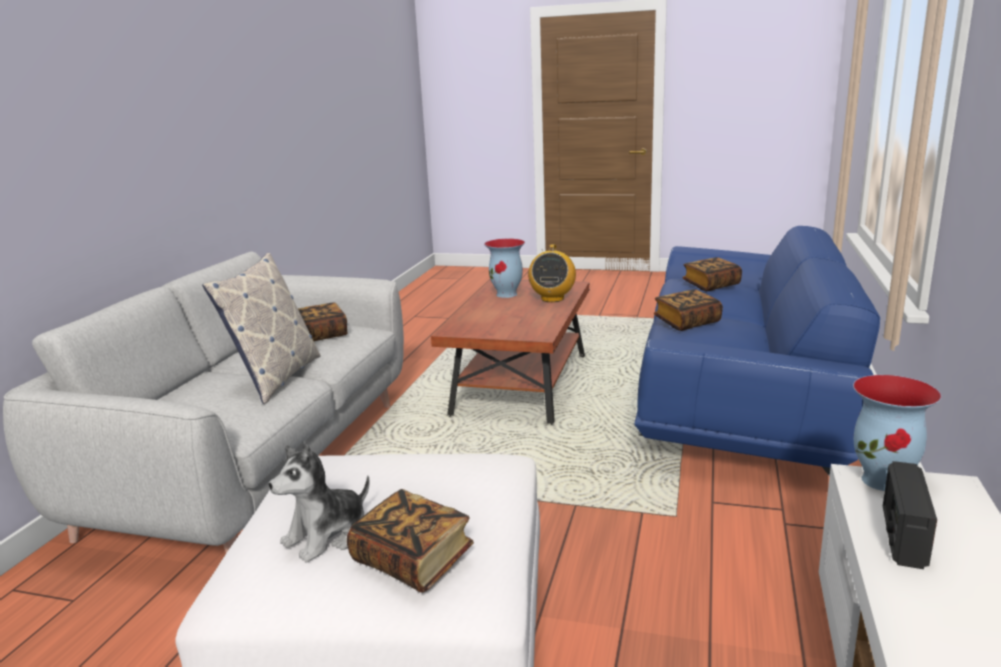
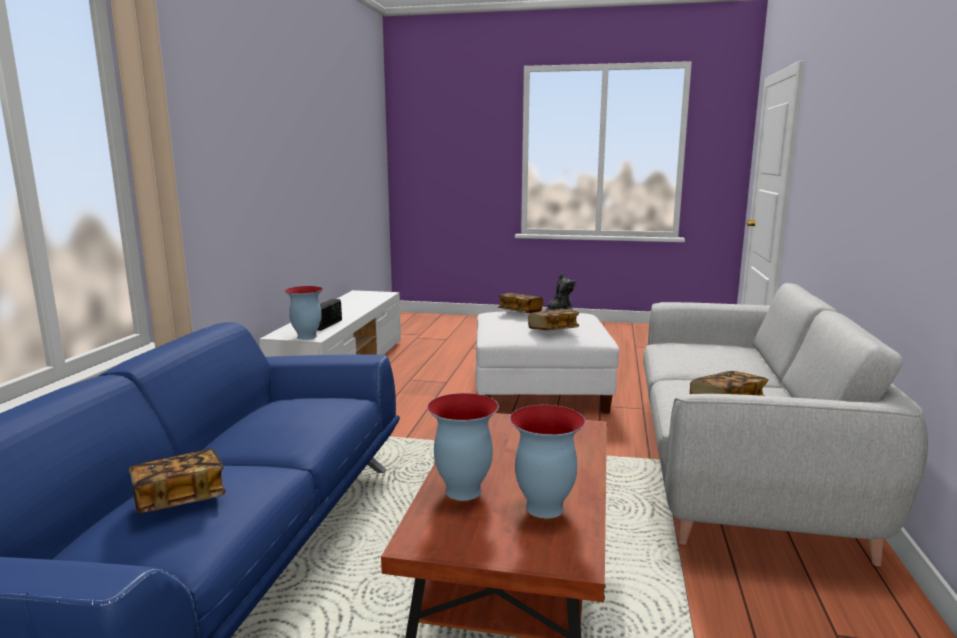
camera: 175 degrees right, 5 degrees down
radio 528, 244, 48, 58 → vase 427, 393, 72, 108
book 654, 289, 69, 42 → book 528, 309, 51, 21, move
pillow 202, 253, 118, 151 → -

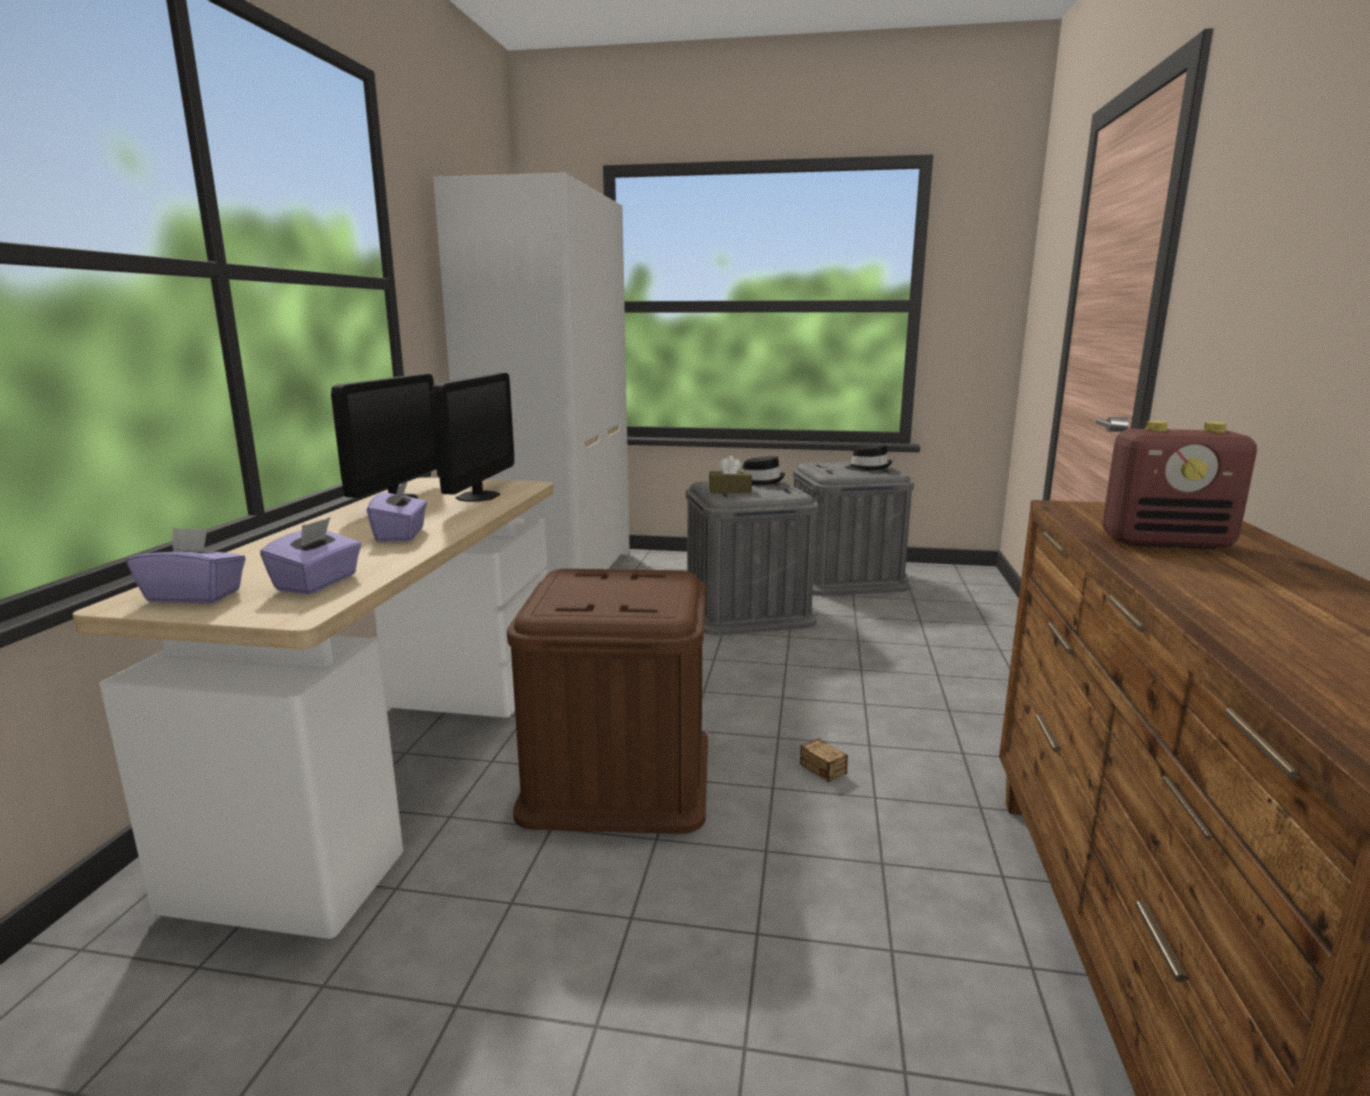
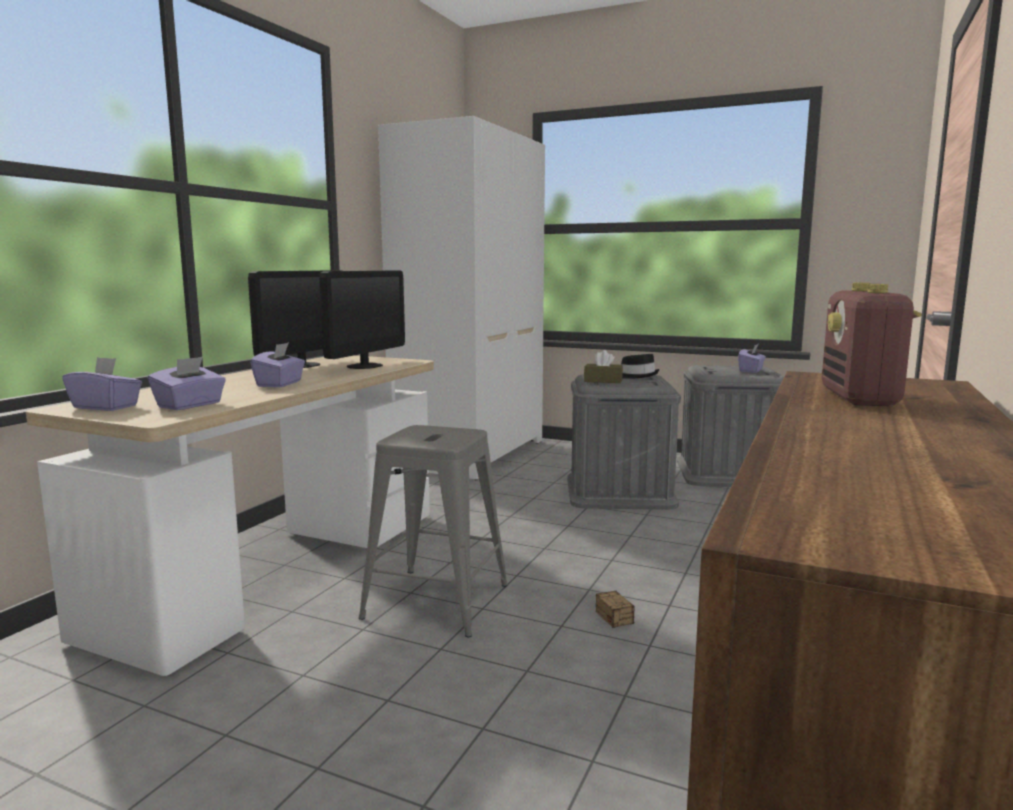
camera: 15 degrees right, 5 degrees down
brown storage box 507, 569, 201, 265 → grey stool 358, 425, 150, 212
black hat 845, 444, 48, 27 → purple tissue box 738, 344, 28, 29
radio 1102, 421, 155, 128 → radio 822, 283, 100, 123, 75 degrees clockwise

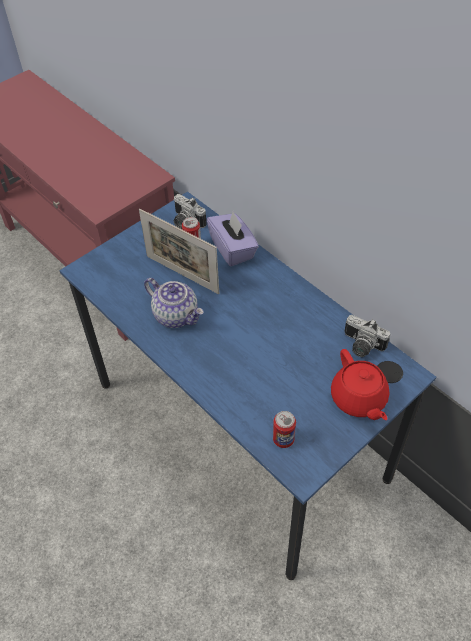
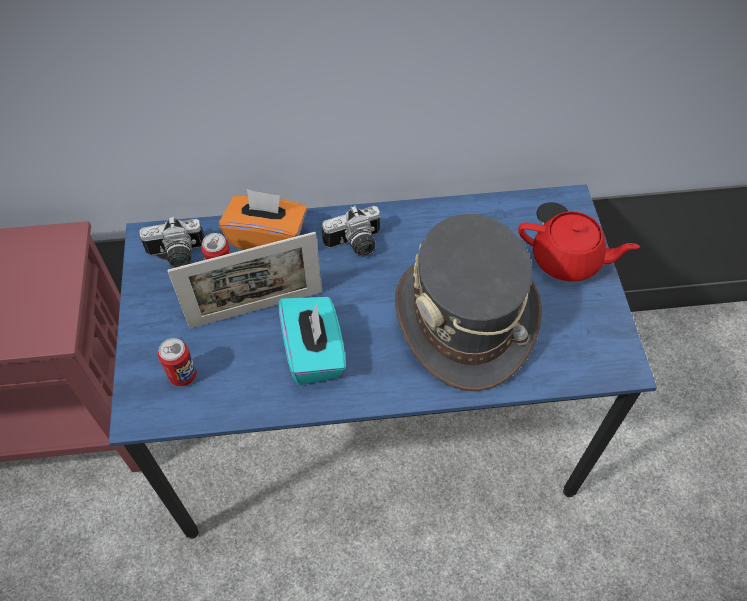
camera: 55 degrees left, 5 degrees up
can 273, 411, 23, 37 → can 158, 338, 39, 49, move
purple tissue box 206, 211, 53, 55 → orange tissue box 219, 189, 88, 61
teapot 144, 278, 60, 50 → turquoise tissue box 279, 297, 67, 88
photo camera 344, 315, 46, 42 → photo camera 322, 205, 58, 52, move
- → grey hat 395, 214, 147, 177

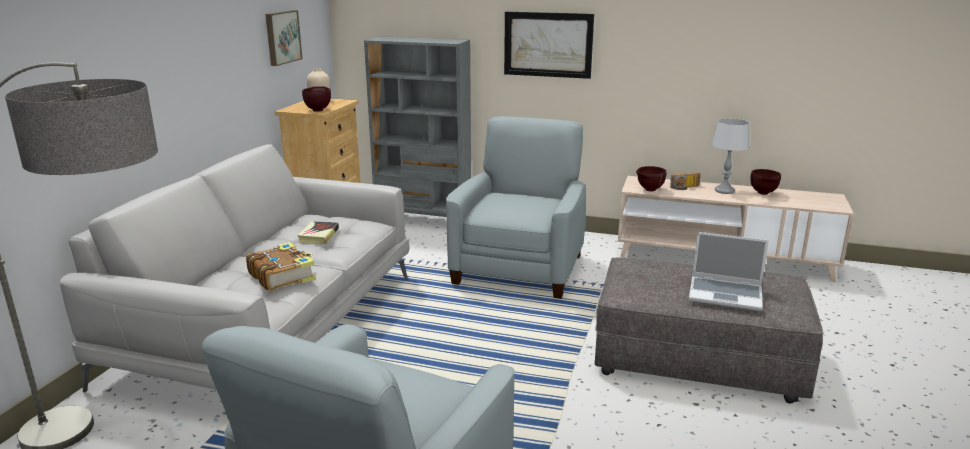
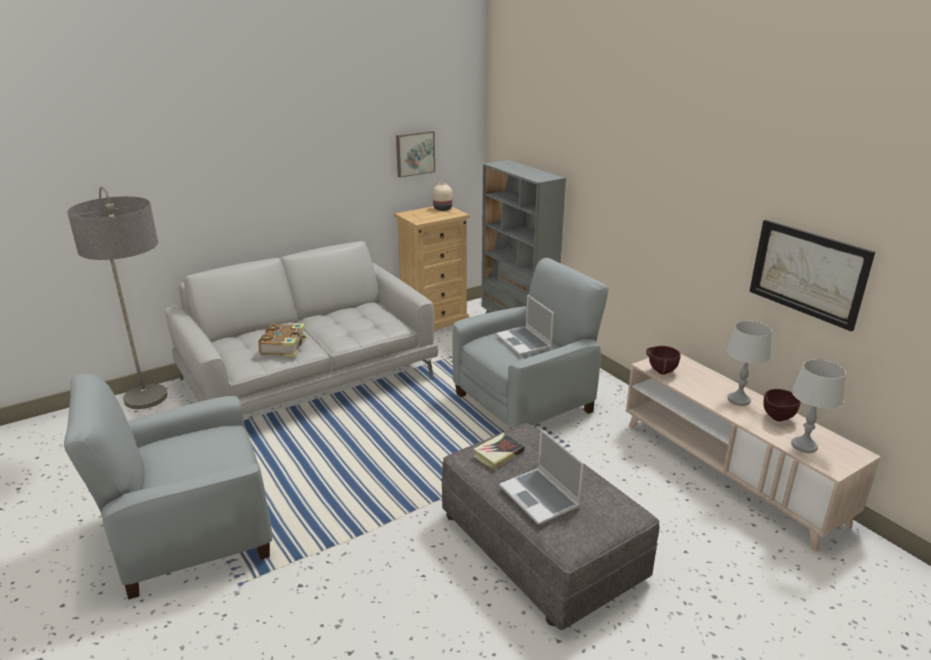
camera: 40 degrees right, 5 degrees up
book 297, 221, 42, 23 → book 473, 433, 52, 36, move
- → laptop 496, 294, 58, 62
picture 504, 12, 90, 67 → picture 749, 220, 126, 111, move
- → grey table lamp 791, 359, 55, 94
brown bowl 302, 86, 29, 26 → -
radio 670, 172, 31, 18 → -

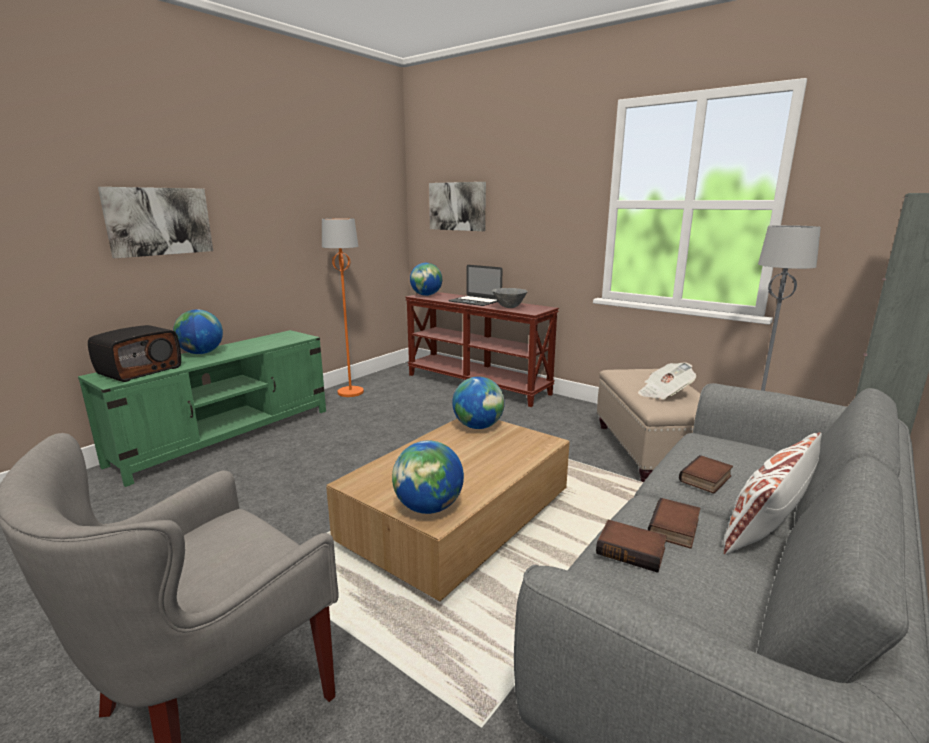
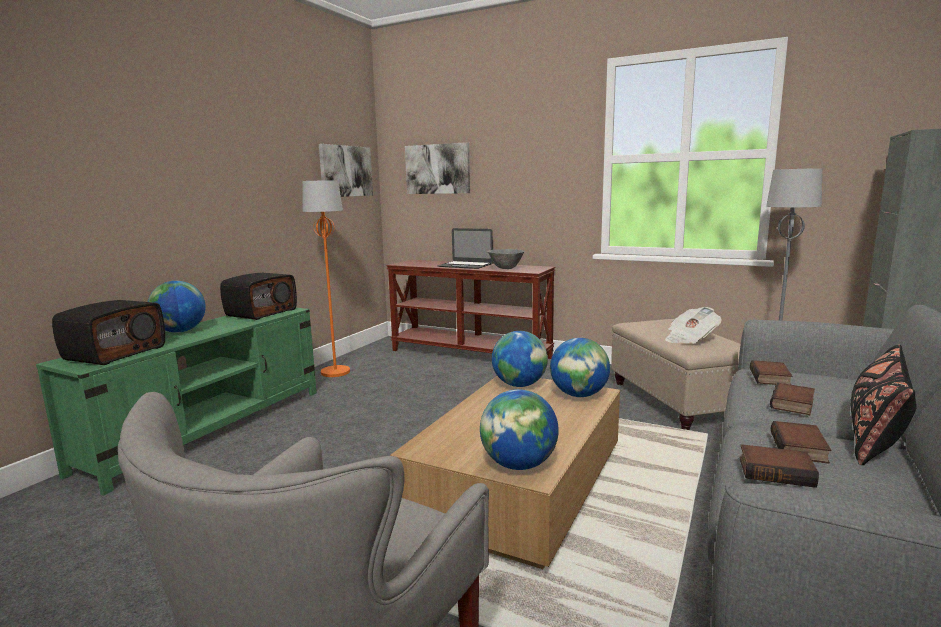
camera: 10 degrees left, 5 degrees down
- → radio 220, 273, 77, 47
picture 98, 187, 115, 71 → picture 319, 144, 54, 53, move
globe 410, 263, 32, 33 → globe 550, 338, 60, 59, move
- → book 750, 360, 42, 25
white pillow 723, 433, 99, 122 → black pillow 850, 345, 66, 120

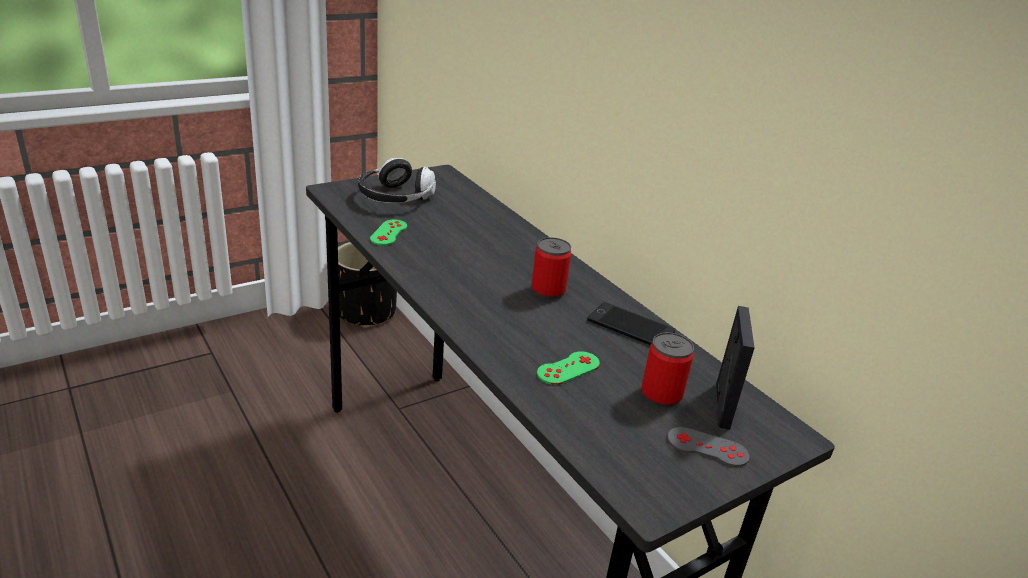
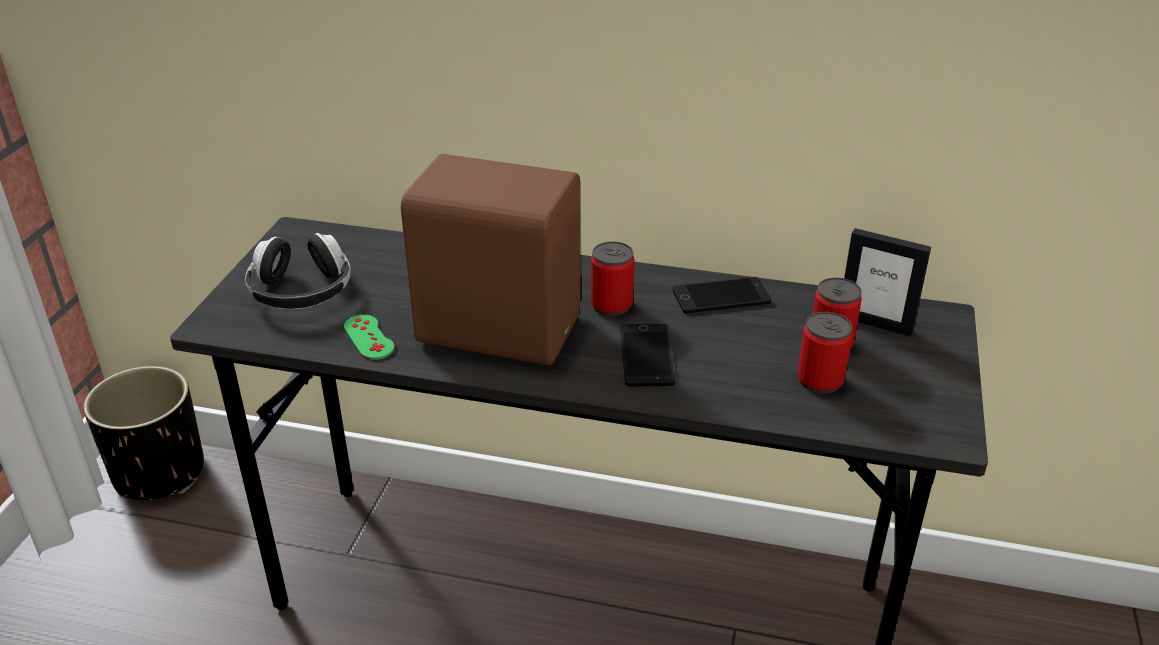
camera: 40 degrees left, 5 degrees up
- → brown speaker 401, 154, 180, 212
- → phone 620, 324, 55, 62
- → can 798, 312, 55, 82
picture frame 716, 306, 39, 124 → picture frame 844, 228, 87, 109, 150 degrees clockwise
green game controller 537, 351, 63, 34 → -
grey game controller 667, 427, 83, 40 → -

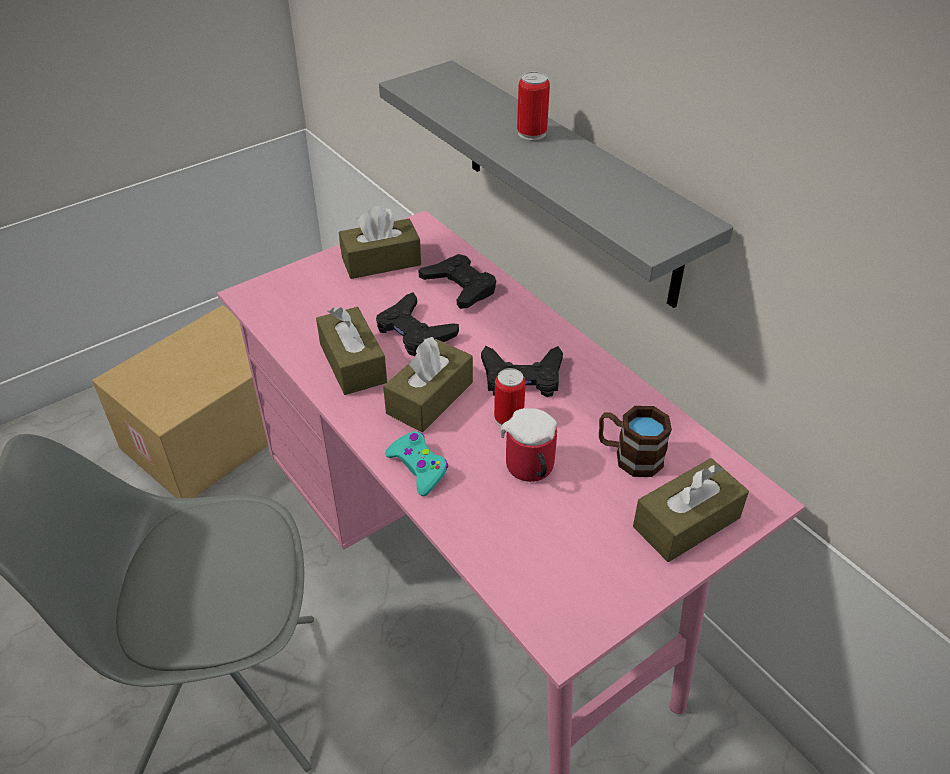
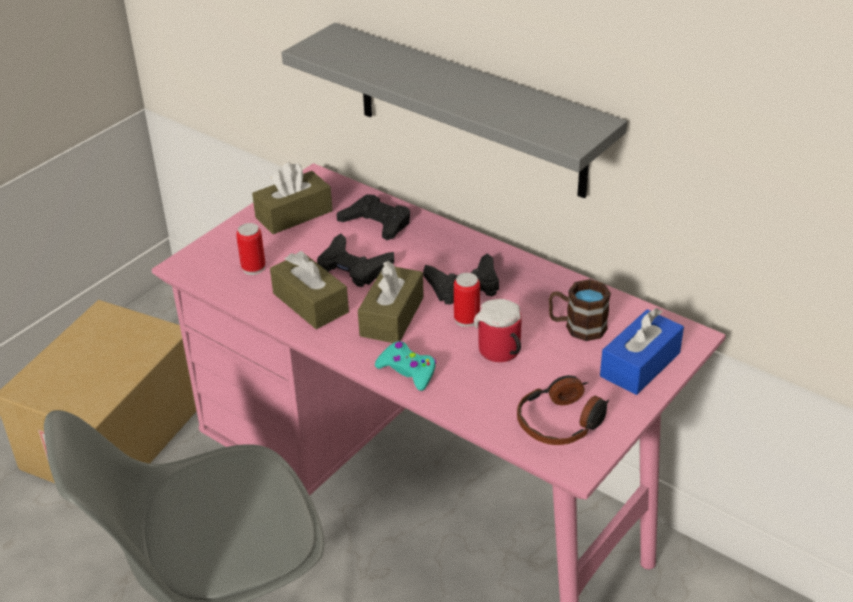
camera: 15 degrees left, 5 degrees down
can 517, 72, 33, 69 → can 236, 223, 29, 52, move
- → headphones 517, 375, 93, 70
brown tissue box 633, 458, 116, 104 → blue tissue box 600, 308, 84, 87

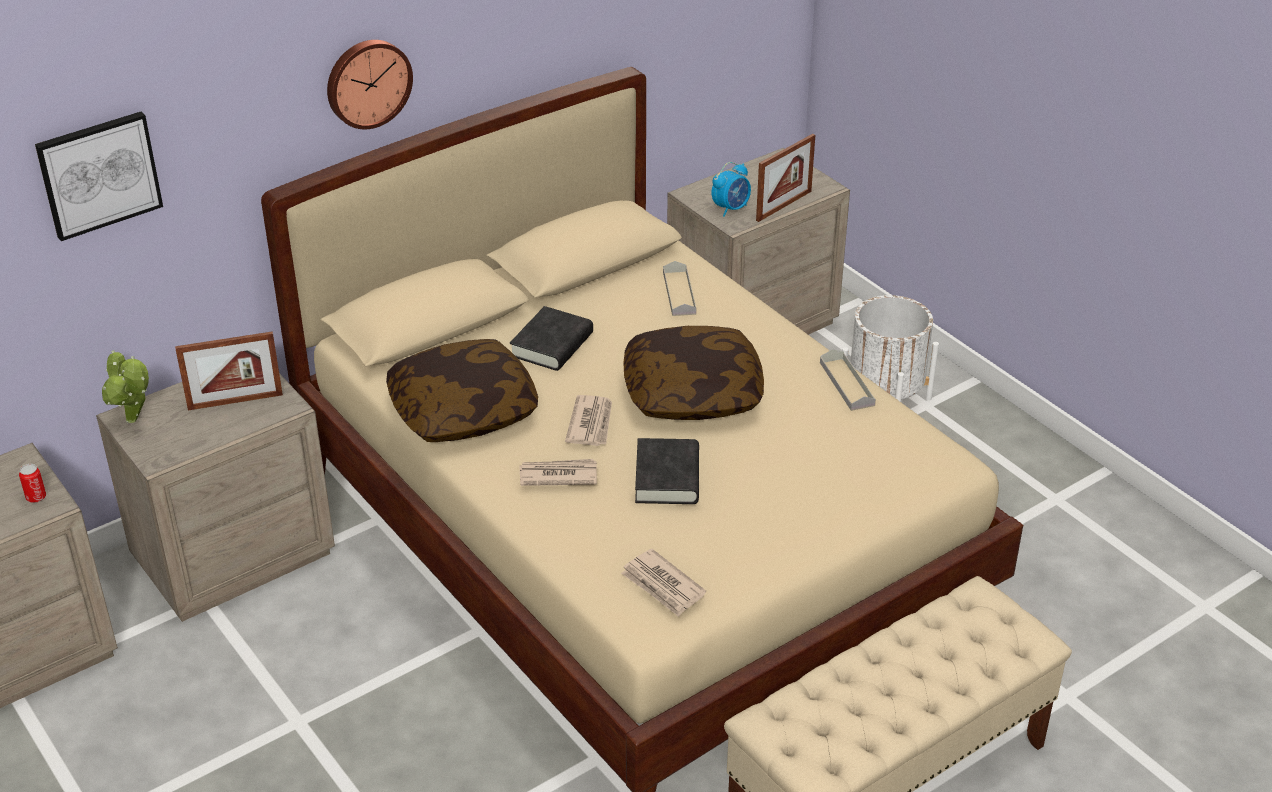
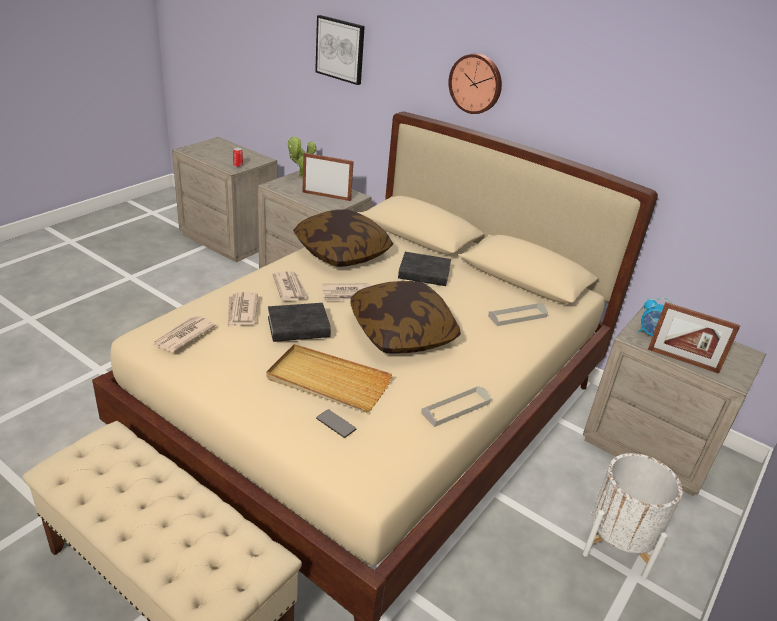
camera: 70 degrees right, 5 degrees down
- → newspaper 228, 292, 30, 35
- → beige tray 266, 344, 126, 68
picture frame 175, 331, 108, 79 → picture frame 303, 153, 51, 48, 135 degrees clockwise
- → phone 316, 409, 40, 29

